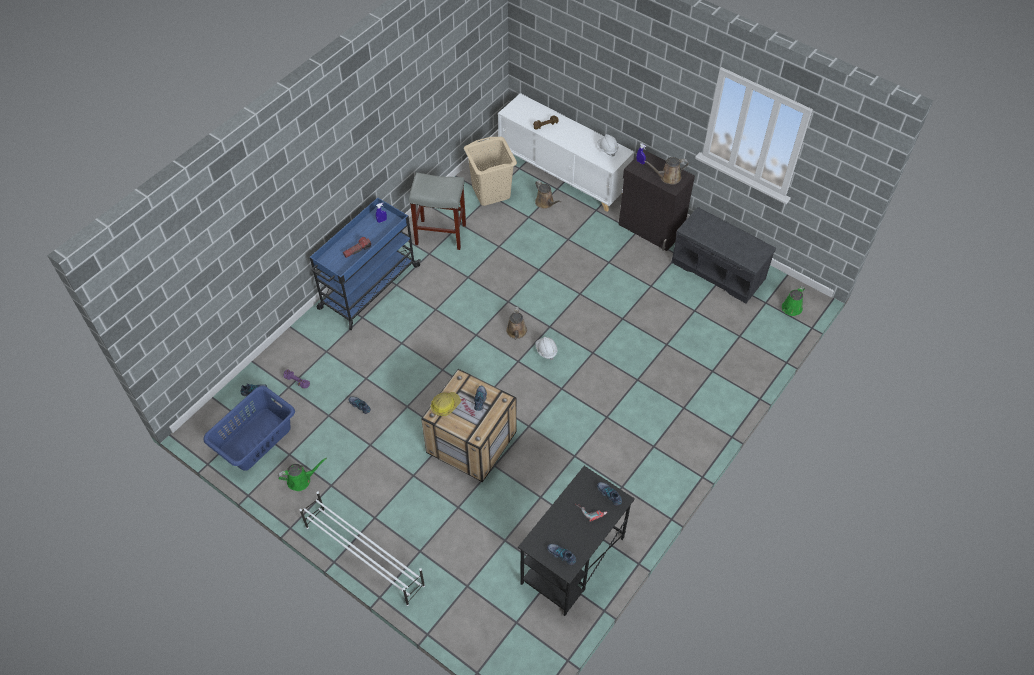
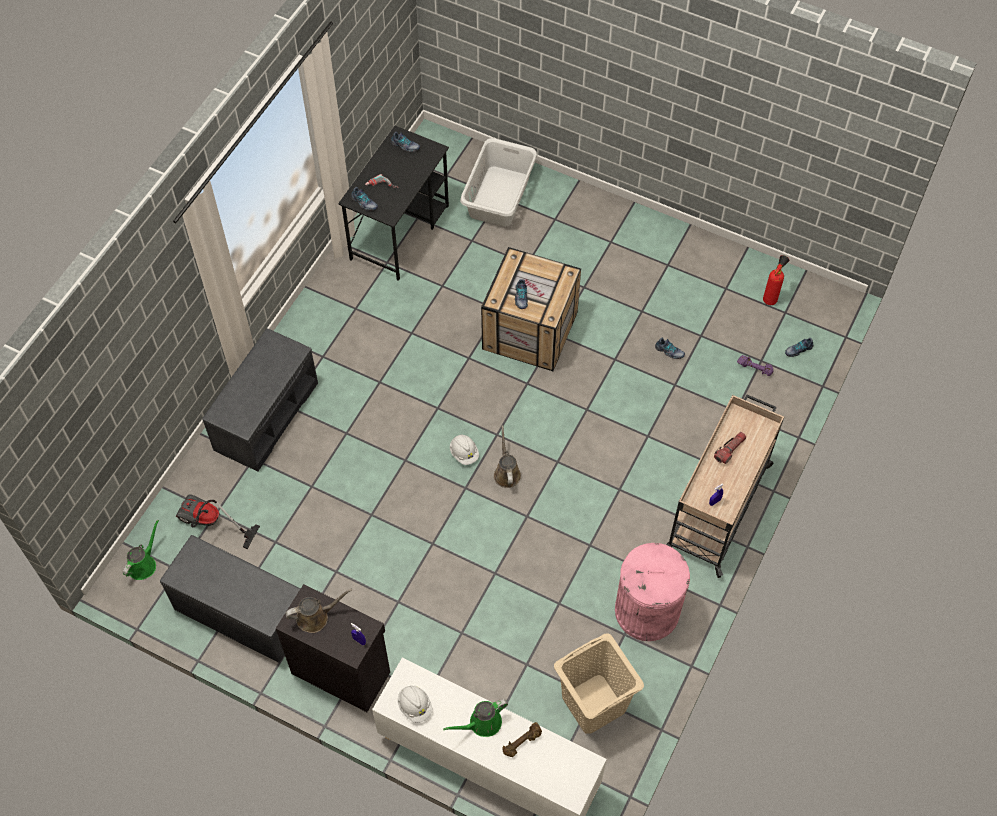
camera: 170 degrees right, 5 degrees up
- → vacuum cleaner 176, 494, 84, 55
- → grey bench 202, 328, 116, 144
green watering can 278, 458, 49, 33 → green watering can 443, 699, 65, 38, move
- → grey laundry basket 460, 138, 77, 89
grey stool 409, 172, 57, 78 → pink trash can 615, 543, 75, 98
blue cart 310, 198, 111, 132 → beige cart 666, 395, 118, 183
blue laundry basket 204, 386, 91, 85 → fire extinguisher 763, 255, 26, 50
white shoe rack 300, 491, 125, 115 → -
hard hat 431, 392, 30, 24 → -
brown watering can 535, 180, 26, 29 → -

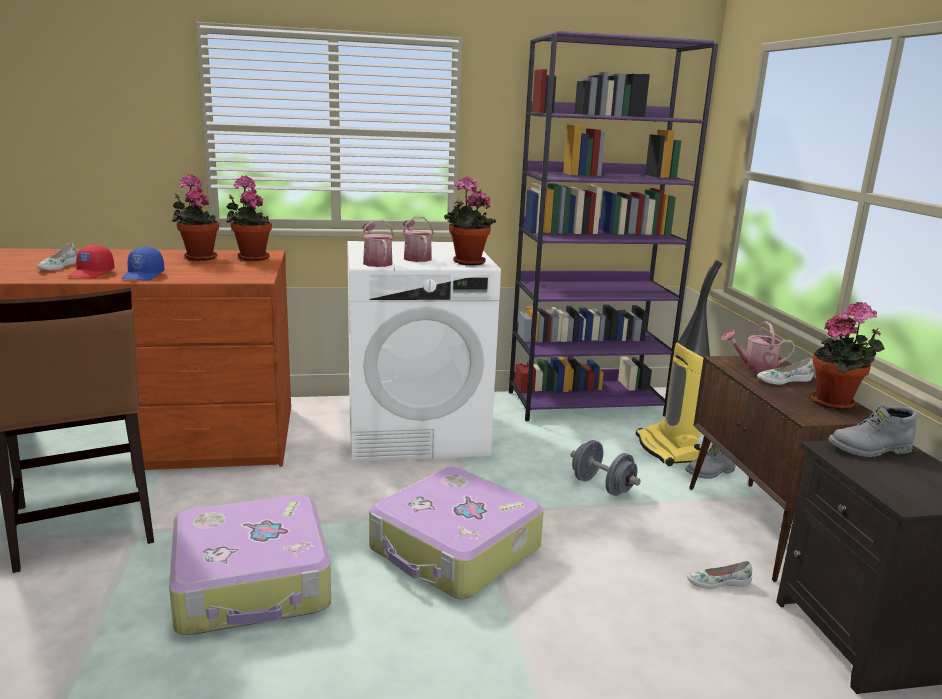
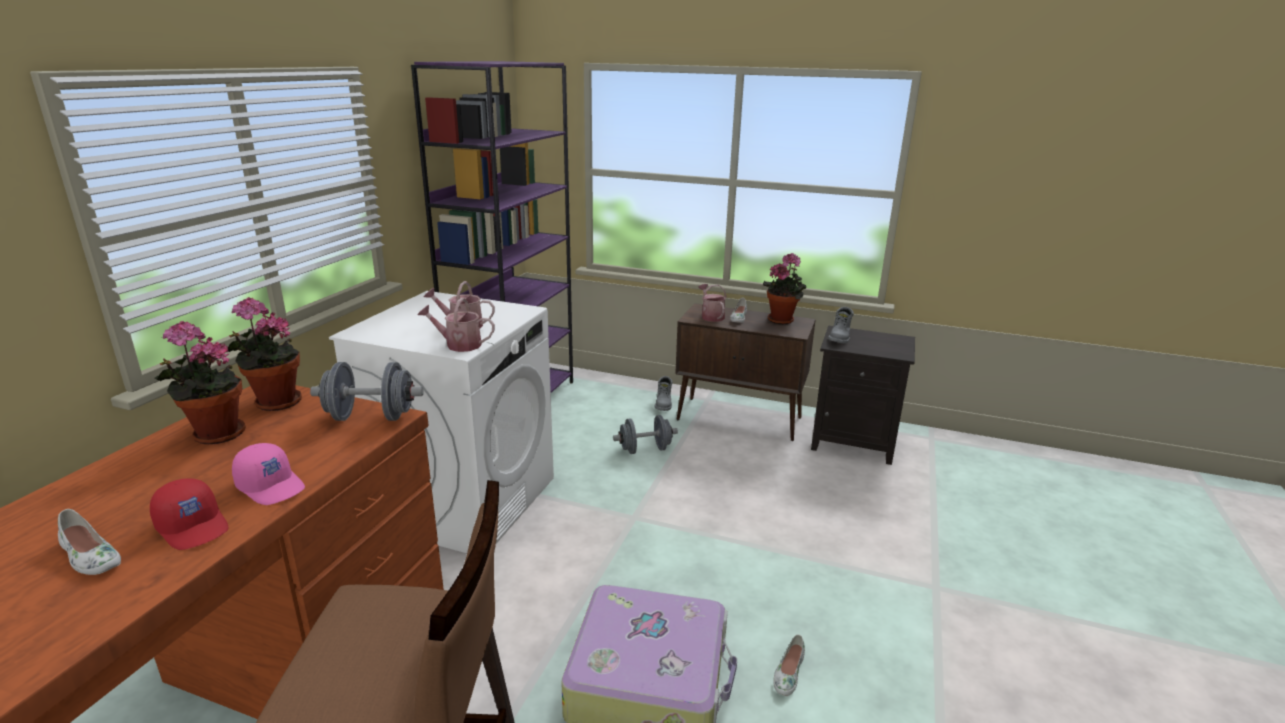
camera: 60 degrees left, 5 degrees up
blue cap 121, 246, 44, 35 → pink cap 232, 443, 73, 62
- → grey dumbbell 310, 362, 114, 59
watering can 722, 321, 73, 52 → watering can 699, 284, 27, 38, 135 degrees clockwise
white shoe 687, 561, 65, 28 → white shoe 773, 635, 32, 61, move
suitcase 369, 467, 175, 133 → -
potted plant 444, 176, 52, 90 → -
vacuum cleaner 636, 260, 86, 206 → -

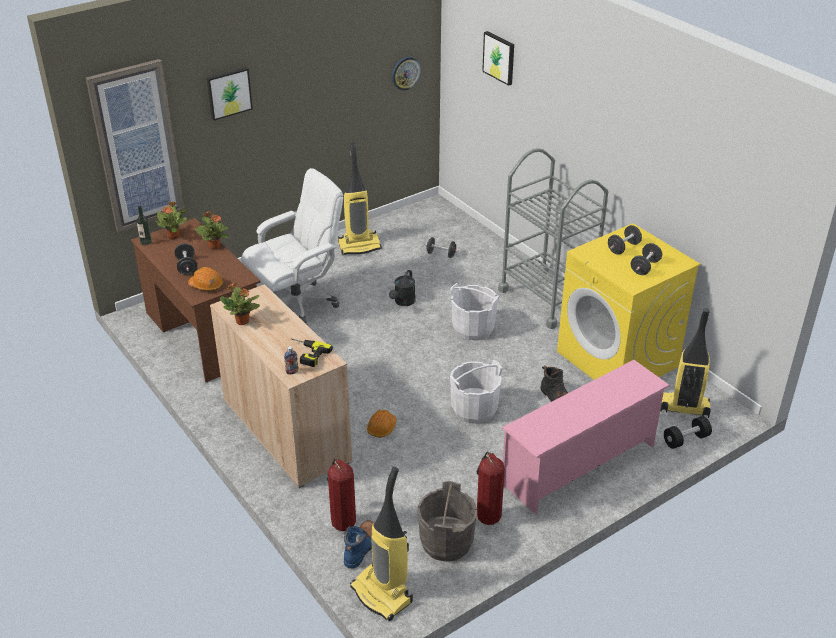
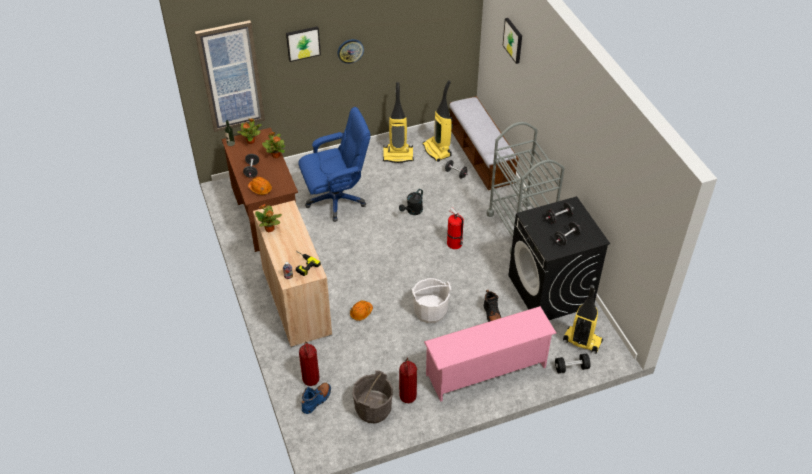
camera: 15 degrees right, 10 degrees up
white office chair 241, 168, 102, 156 → blue office chair 298, 107, 73, 115
wall clock 392, 57, 29, 34 → wall clock 338, 39, 26, 25, move
vacuum cleaner 350, 467, 63, 154 → vacuum cleaner 423, 80, 30, 82, move
white bucket 450, 283, 49, 58 → fire extinguisher 447, 207, 17, 42
- → bench 449, 96, 70, 94
yellow washing machine 557, 223, 143, 157 → black washing machine 508, 196, 102, 124

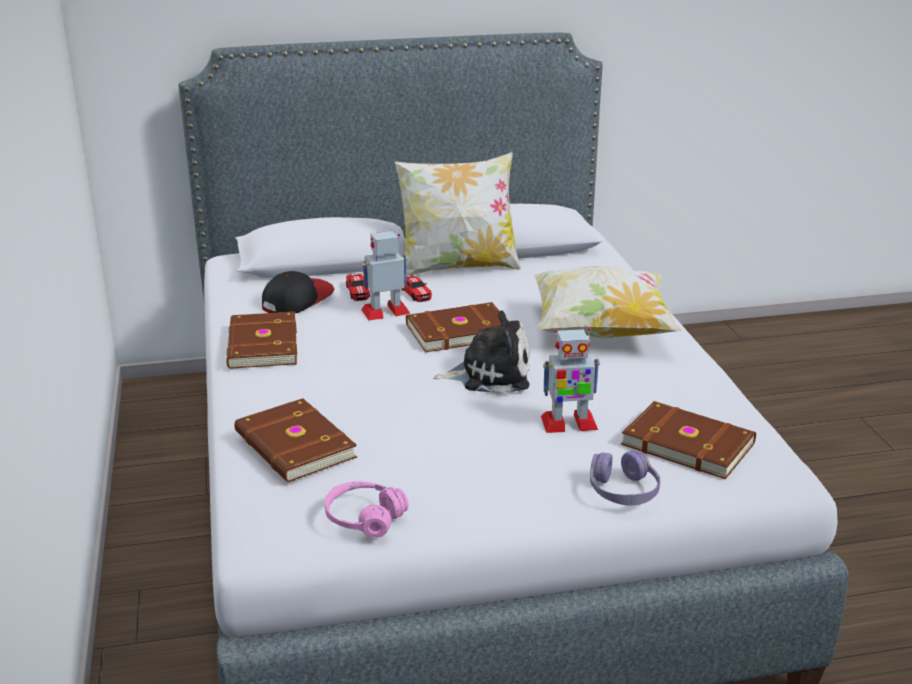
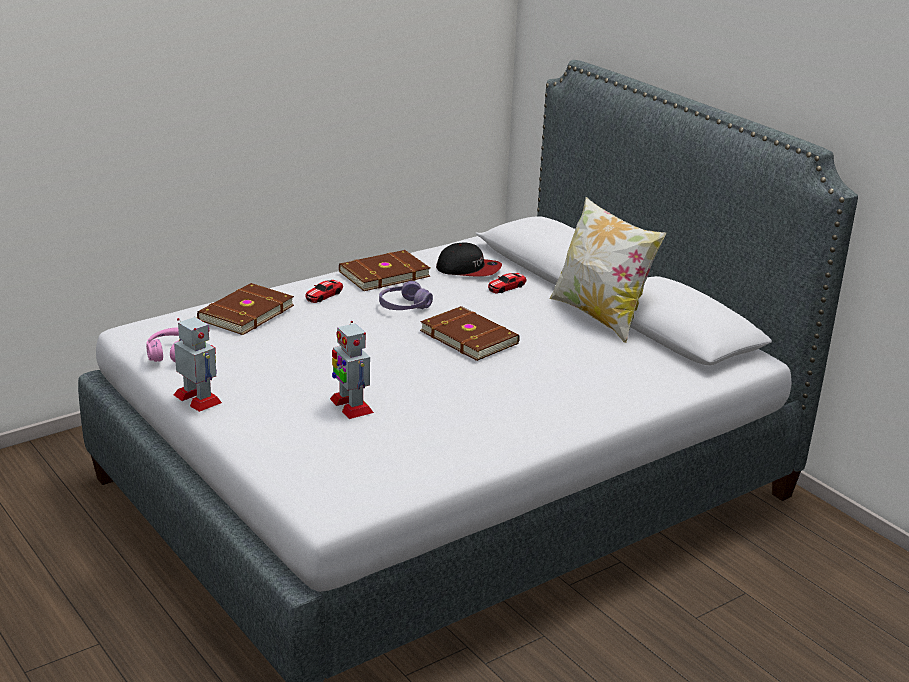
camera: 65 degrees right, 0 degrees up
toy robot 361, 231, 49, 89 → toy robot 174, 317, 48, 95, move
toy car 402, 275, 30, 27 → toy car 306, 280, 37, 23, move
purple headphones 590, 450, 70, 56 → purple headphones 379, 281, 54, 29, move
plush toy 433, 310, 97, 84 → -
pillow 533, 266, 149, 72 → -
brown book 621, 401, 135, 78 → -

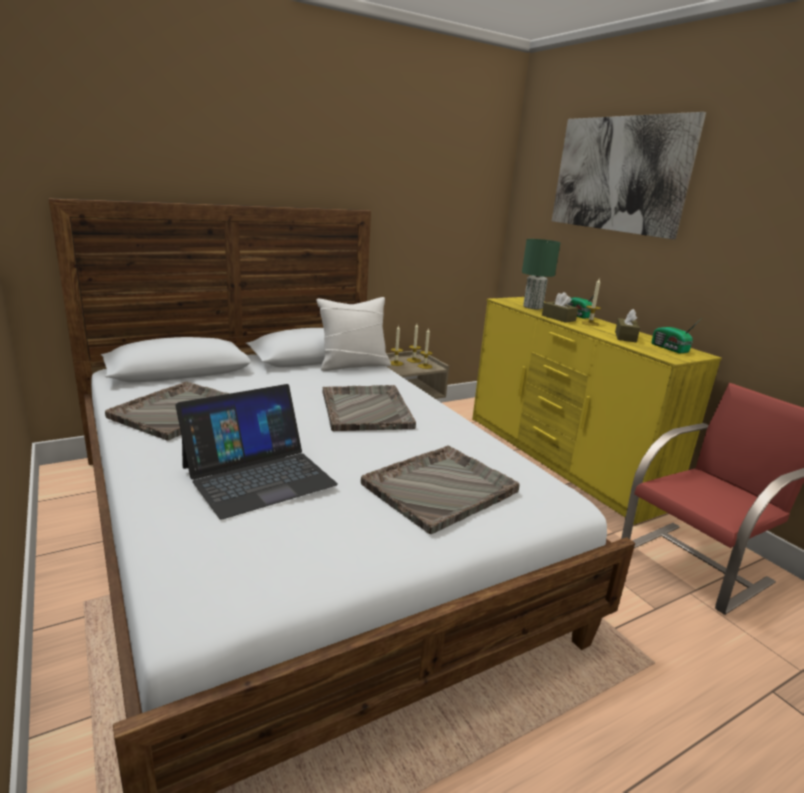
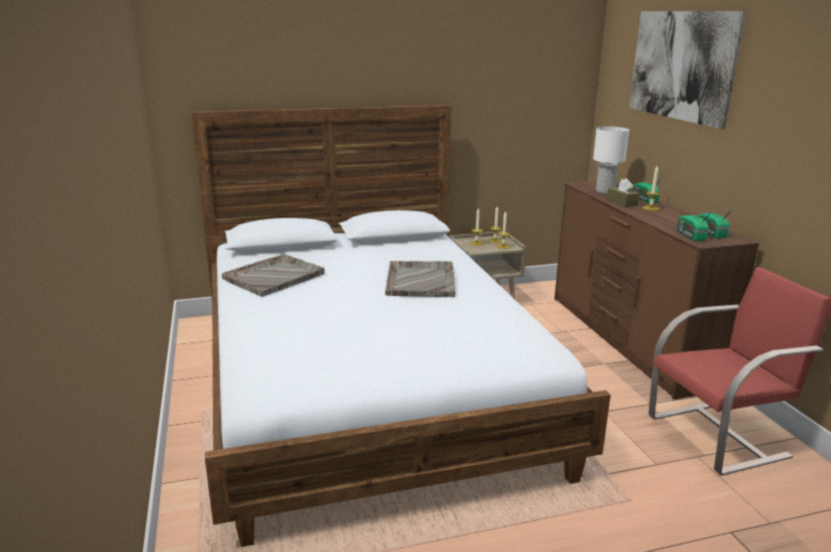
camera: 15 degrees right, 0 degrees up
yellow dresser 472, 297, 250, 228 → brown dresser 554, 181, 205, 219
green table lamp 522, 239, 38, 70 → white table lamp 593, 126, 36, 68
- → radio 677, 209, 37, 32
laptop 176, 384, 162, 135 → -
white pillow 316, 297, 75, 74 → -
grey tray 361, 446, 159, 88 → -
brown tissue box 615, 309, 25, 33 → -

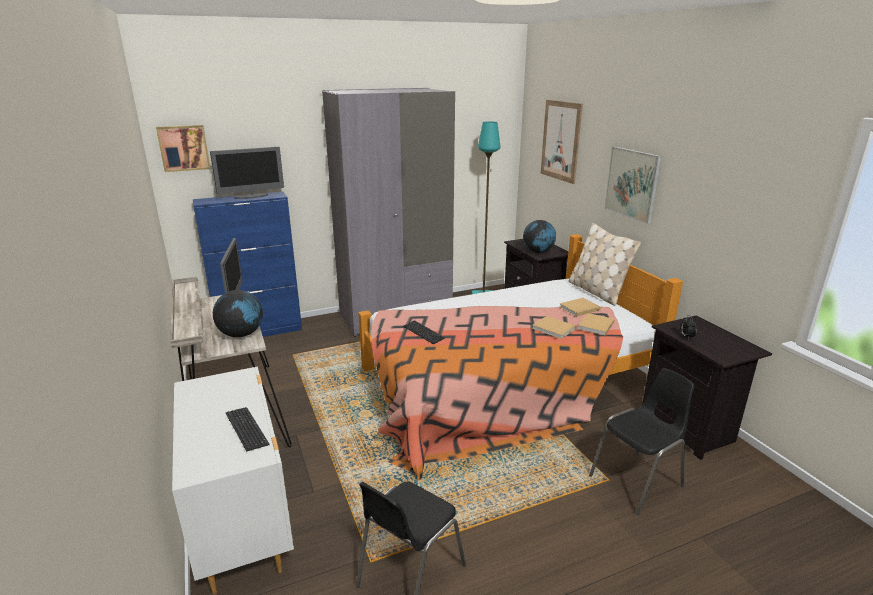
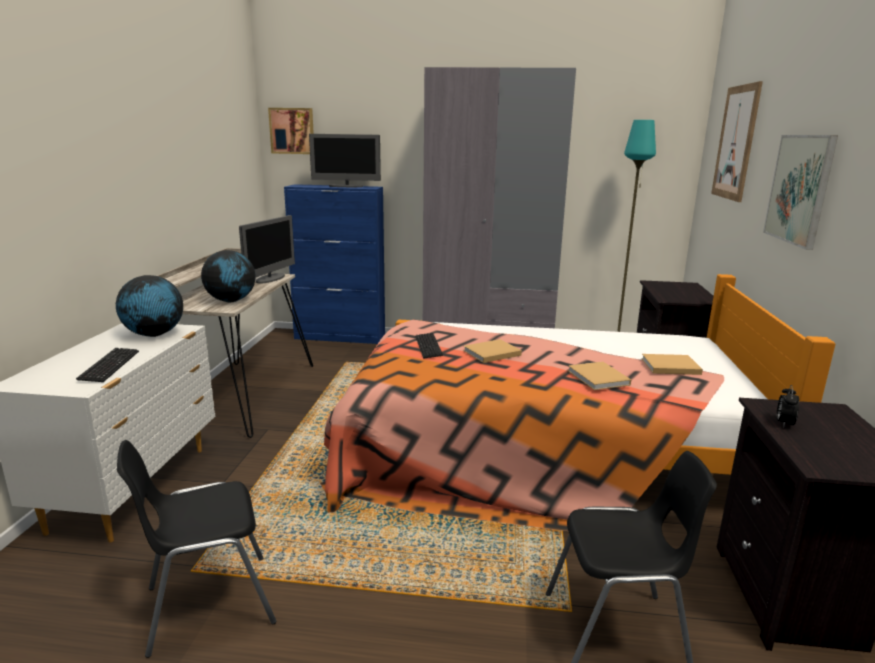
camera: 30 degrees right, 5 degrees down
globe 523, 220, 33, 33 → globe 116, 275, 67, 62, move
beige book 578, 313, 37, 22 → beige book 463, 339, 59, 24, move
beige pillow 568, 223, 73, 83 → -

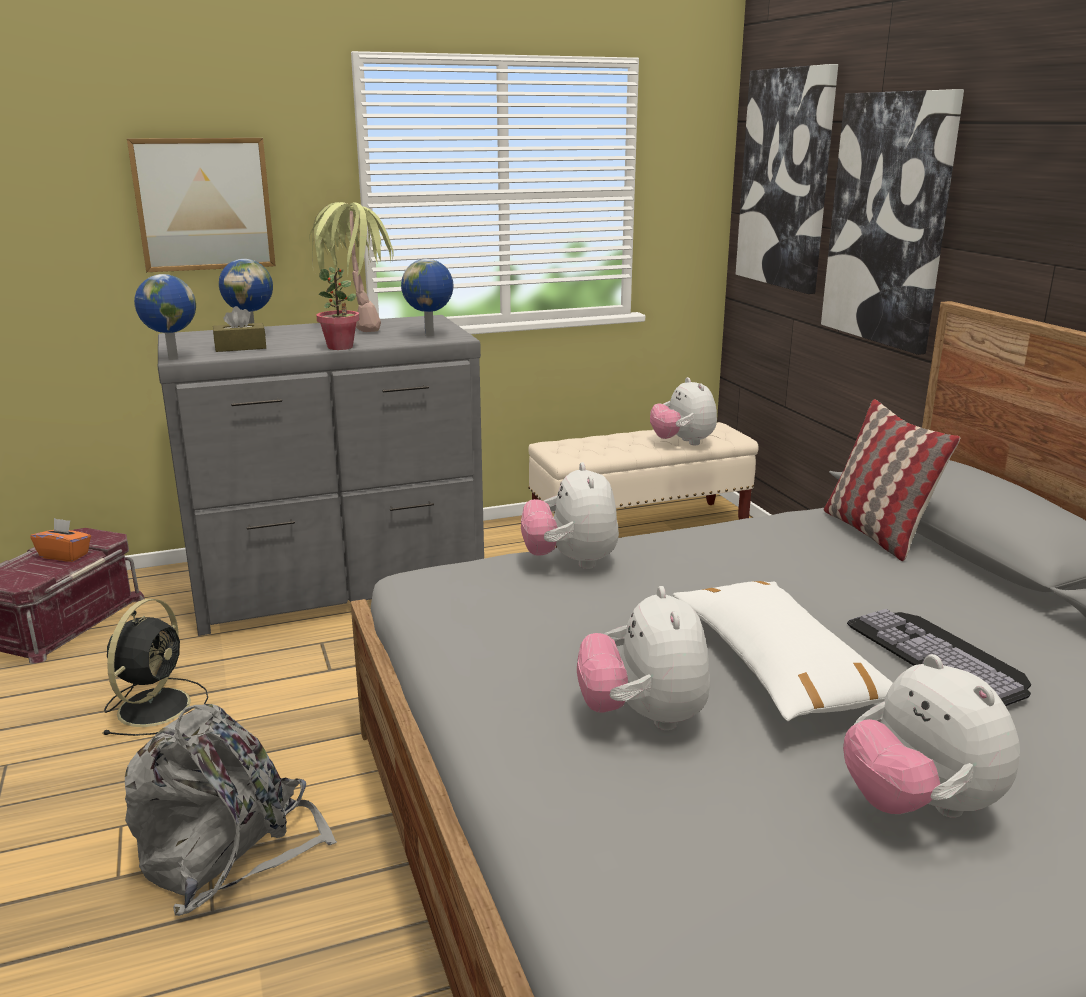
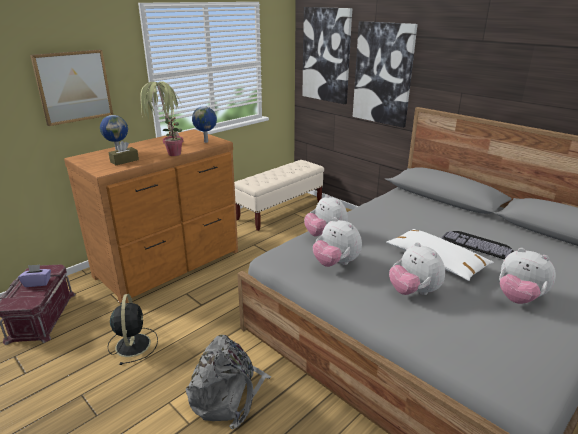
camera: 25 degrees left, 5 degrees up
orange tissue box 30, 518, 61, 44 → purple tissue box 18, 264, 33, 23
grey dresser 158, 315, 326, 321 → brown dresser 64, 129, 174, 174
plush toy 650, 377, 67, 68 → plush toy 313, 217, 49, 50, move
globe 134, 274, 62, 86 → -
pillow 824, 399, 136, 162 → -

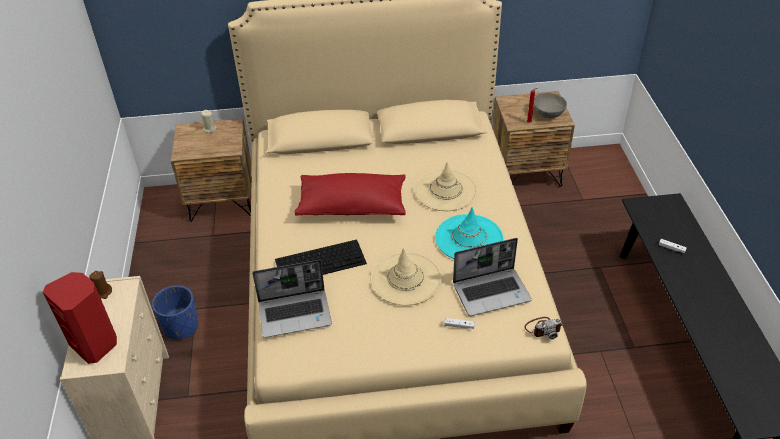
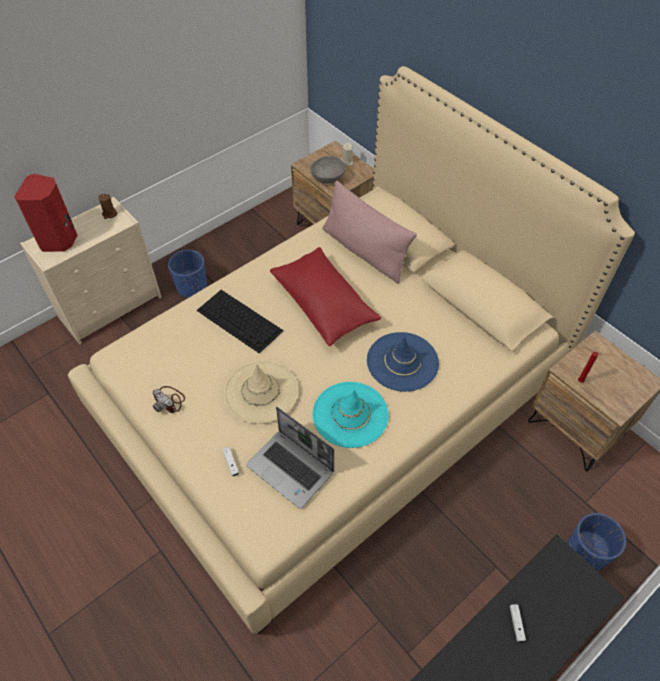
camera: 55 degrees right, 10 degrees up
photo camera 525, 317, 38, 22 → photo camera 153, 386, 32, 27, move
grey bowl 534, 93, 33, 25 → grey bowl 310, 156, 35, 27, move
- → pink pillow 322, 181, 95, 103
beige hat 414, 162, 64, 49 → blue hat 367, 332, 72, 60
- → blue planter 567, 513, 59, 58
laptop 252, 260, 80, 78 → -

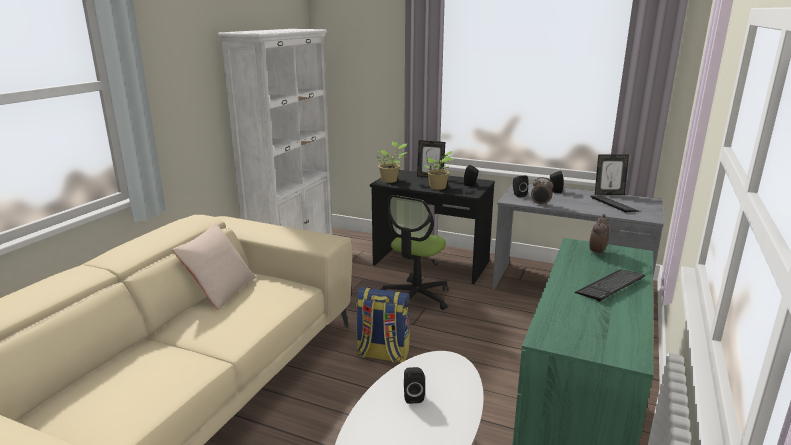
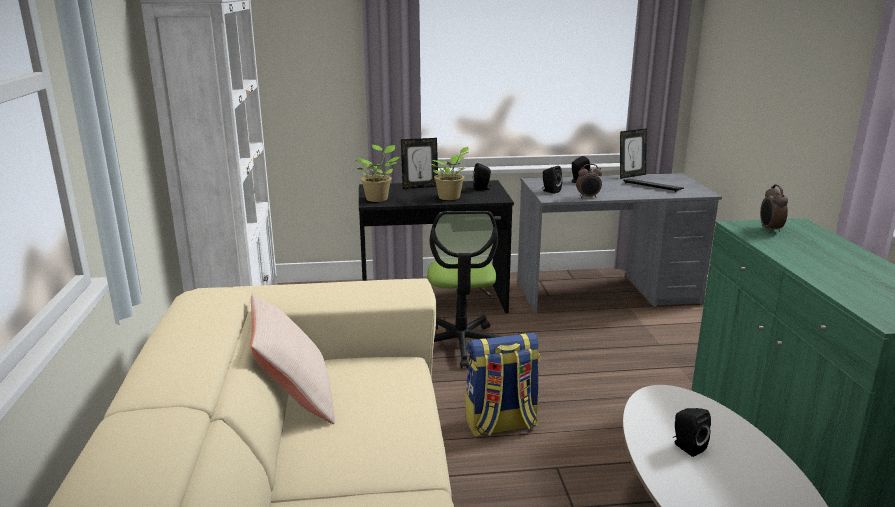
camera: 30 degrees left, 0 degrees up
keyboard 574, 270, 71, 32 → -

